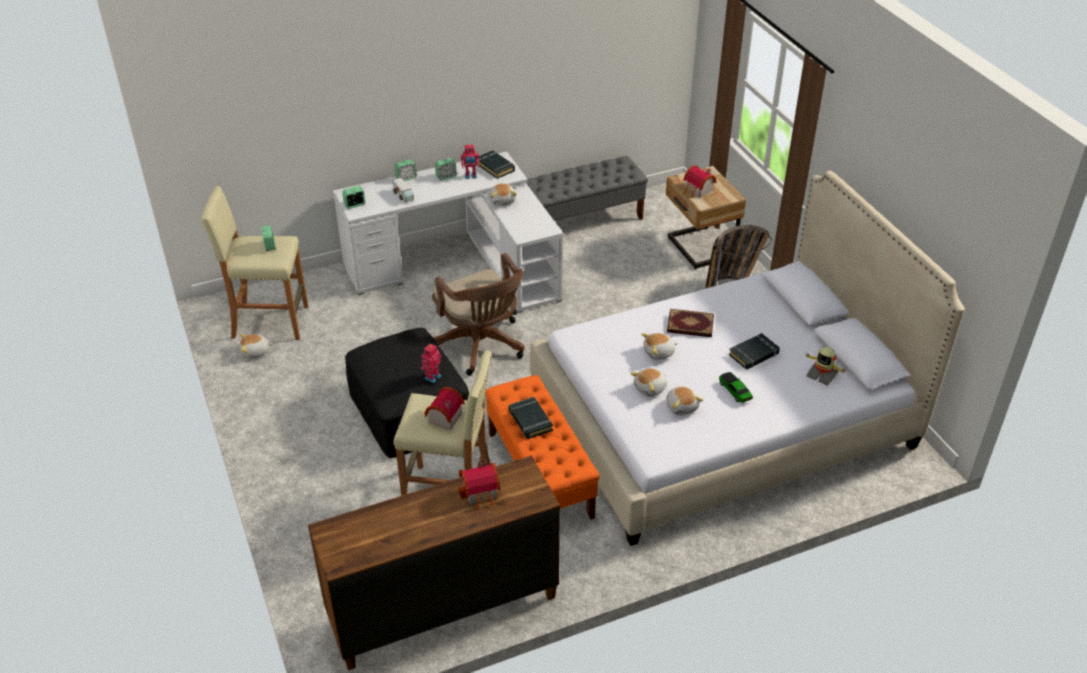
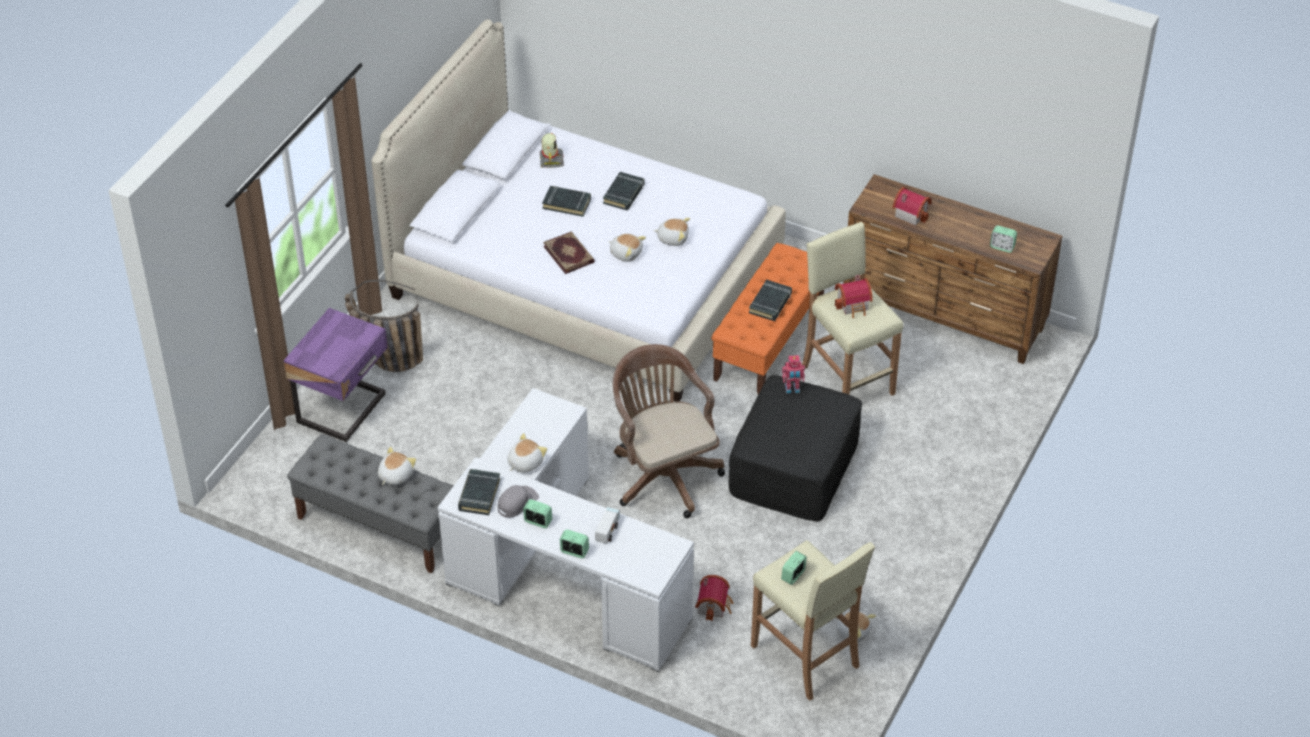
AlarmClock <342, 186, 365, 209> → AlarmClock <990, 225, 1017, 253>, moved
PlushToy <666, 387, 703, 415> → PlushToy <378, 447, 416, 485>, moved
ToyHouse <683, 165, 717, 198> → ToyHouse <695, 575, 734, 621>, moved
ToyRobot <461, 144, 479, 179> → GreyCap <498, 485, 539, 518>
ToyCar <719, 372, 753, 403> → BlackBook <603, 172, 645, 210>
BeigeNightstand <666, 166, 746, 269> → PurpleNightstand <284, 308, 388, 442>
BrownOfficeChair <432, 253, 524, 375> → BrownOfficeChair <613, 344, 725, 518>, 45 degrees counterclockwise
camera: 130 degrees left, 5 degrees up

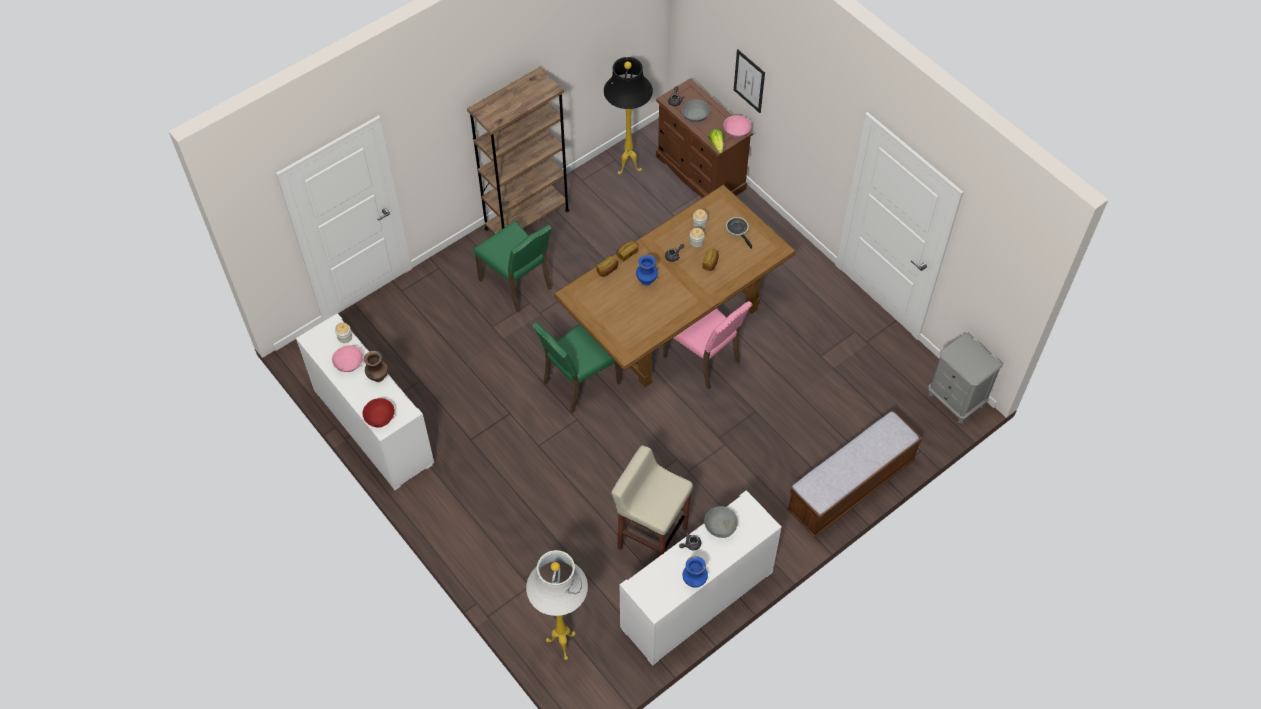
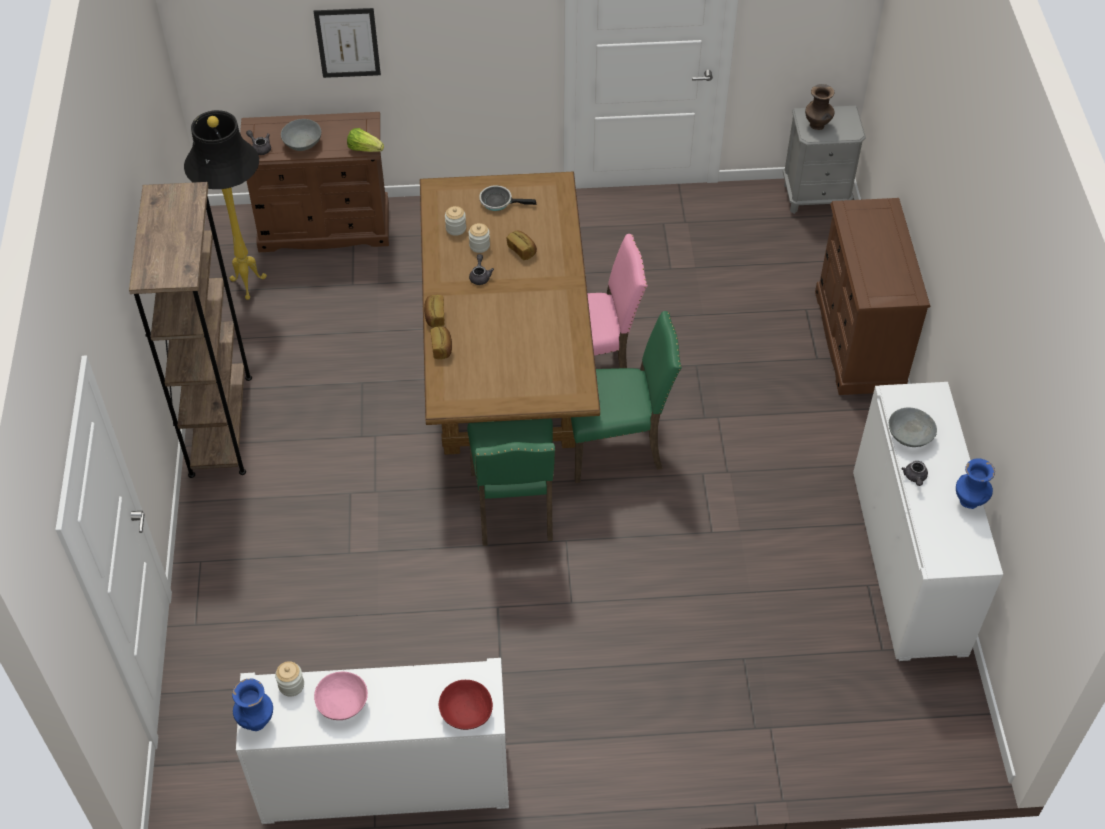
WhiteFloorLamp <526, 550, 588, 660> → -
BeigeStool <611, 445, 693, 556> → -
PinkBowl <723, 115, 751, 137> → -
BrownVase <364, 351, 388, 382> → BrownVase <805, 84, 835, 130>, moved
GreenChair <474, 221, 552, 312> → GreenChair <571, 311, 682, 483>, moved
BlueVase <636, 254, 658, 286> → BlueVase <232, 679, 273, 731>, moved
Bench <787, 411, 922, 537> → BrownDresser <815, 198, 930, 395>
camera: 55 degrees left, 5 degrees down

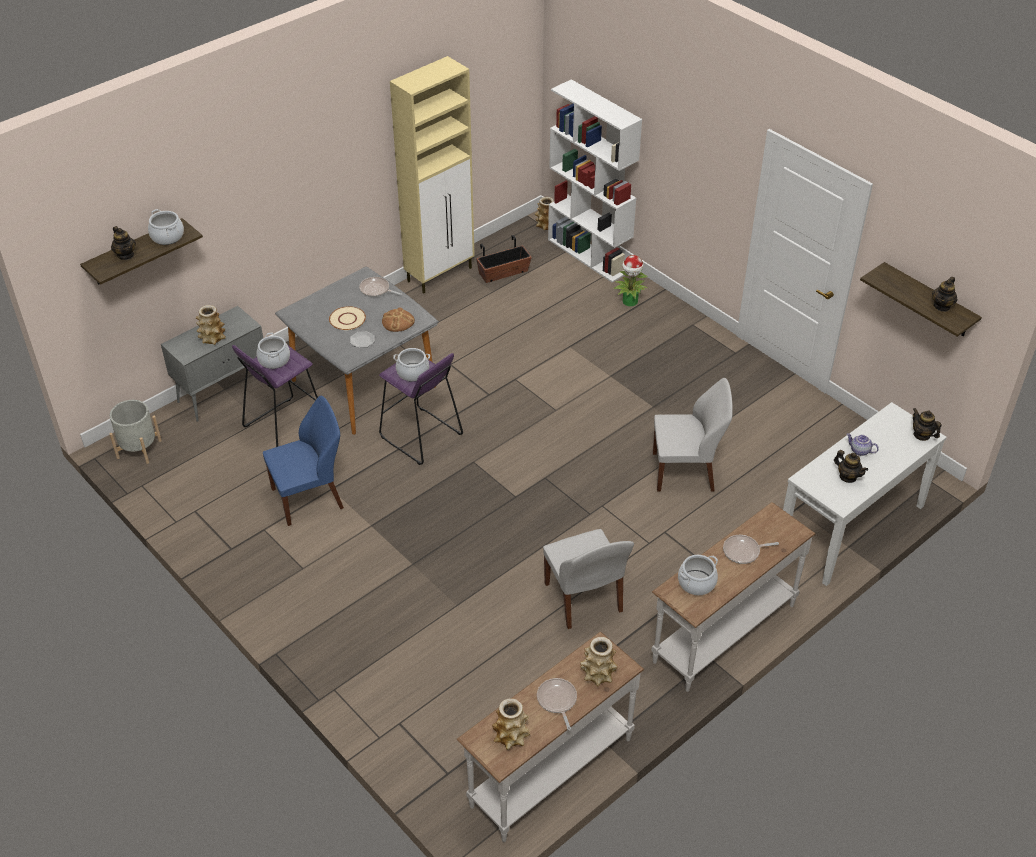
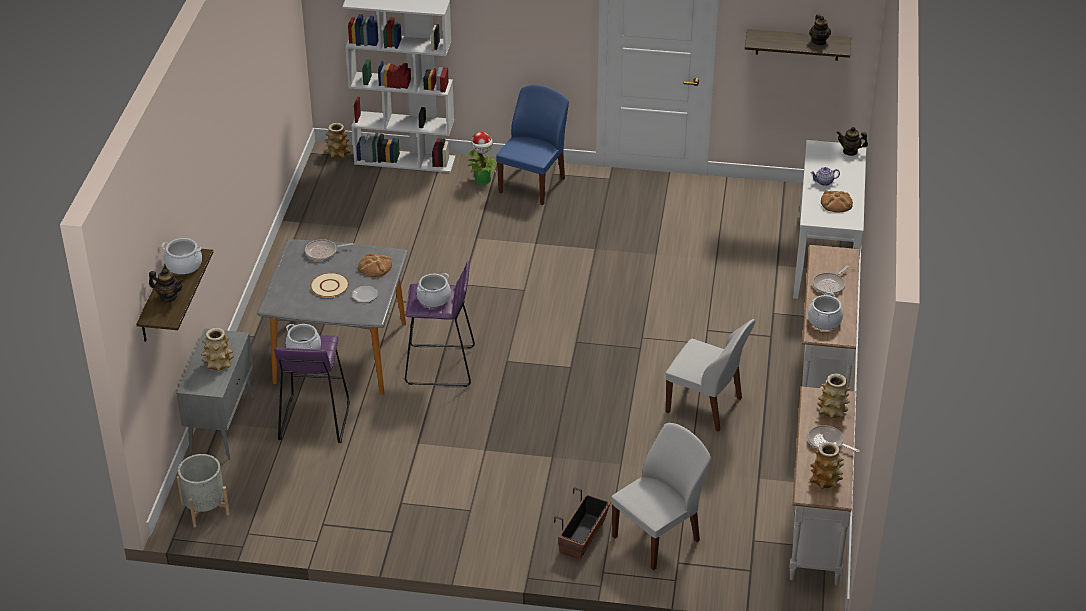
BeigeCabinet <390, 56, 475, 294> → -
BlueChair <263, 396, 344, 526> → BlueChair <497, 85, 569, 205>, moved
Planter <476, 235, 532, 283> → Planter <554, 487, 611, 559>, moved
WhiteChair <653, 378, 733, 491> → WhiteChair <611, 423, 711, 571>, moved
Teapot <834, 450, 868, 483> → Bread <821, 191, 853, 212>
camera: 40 degrees left, 5 degrees down

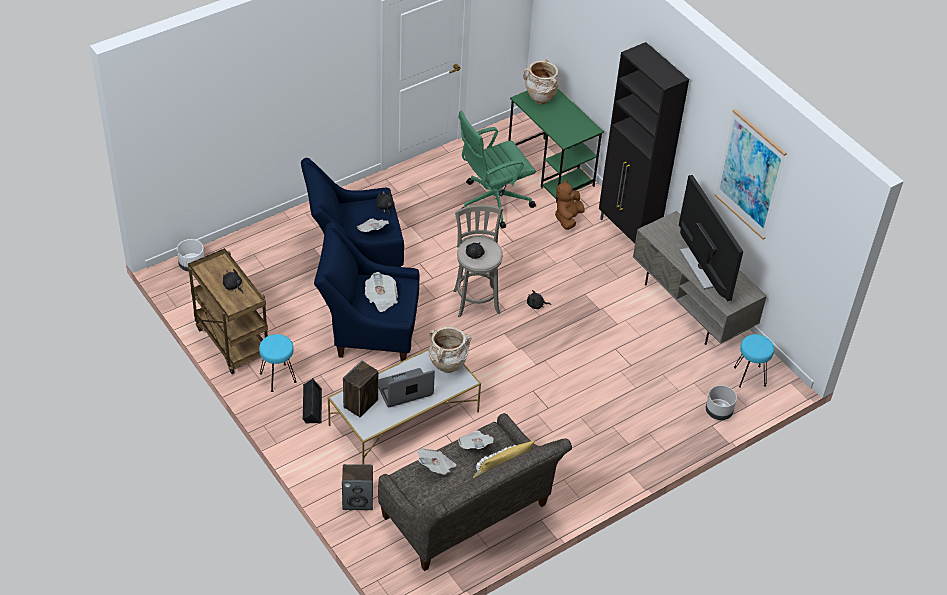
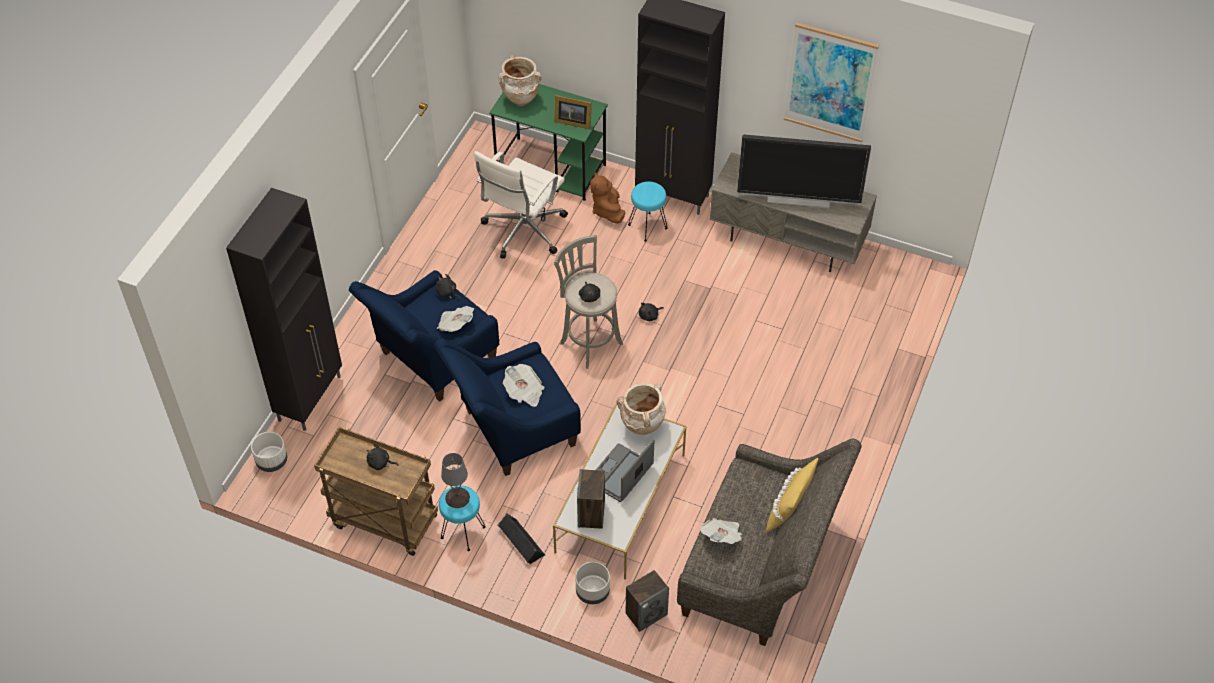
Newspaper <458, 430, 494, 449> → -
- → BlackCabinet <226, 188, 342, 431>
- → GreyTableLamp <441, 453, 470, 508>
- → PictureFrame <554, 95, 592, 129>
GreyPlanter <706, 385, 737, 420> → GreyPlanter <575, 562, 610, 604>, moved
TurquoiseStool <734, 334, 774, 388> → TurquoiseStool <628, 181, 668, 242>, moved
GreenOfficeChair <458, 110, 536, 229> → WhiteOfficeChair <474, 151, 568, 259>
Television <679, 175, 743, 302> → Television <737, 135, 871, 209>, 150 degrees clockwise
camera: 30 degrees left, 5 degrees up

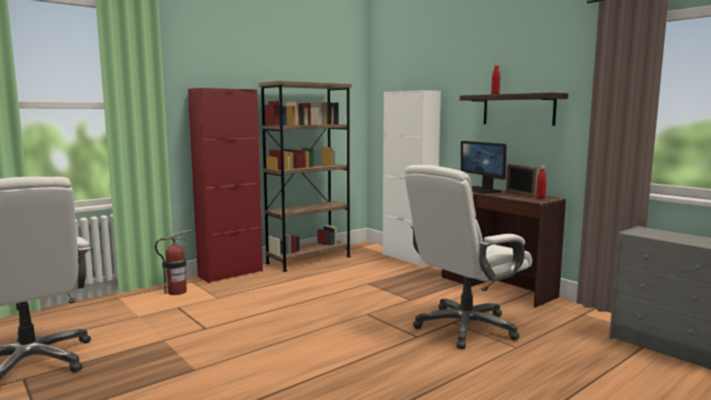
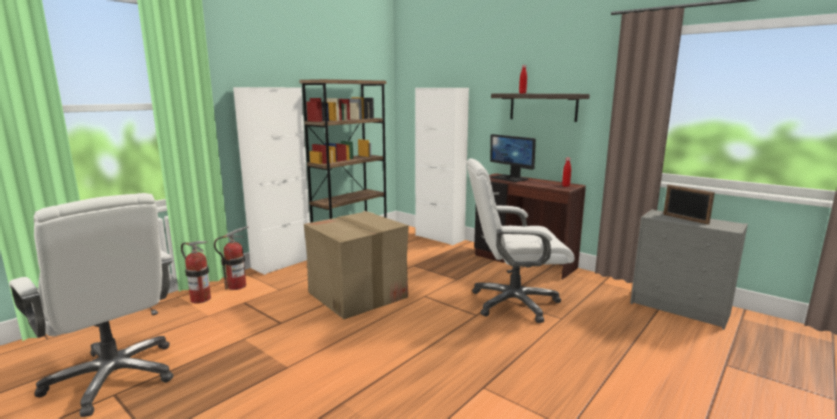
- → FireExtinguisher <181, 241, 211, 304>
- → CardboardBox <304, 212, 409, 319>
PictureFrame <506, 164, 537, 197> → PictureFrame <663, 185, 715, 225>, moved
RedCabinet <188, 88, 263, 283> → WhiteCabinet <233, 87, 310, 275>
WhiteOfficeChair <405, 165, 532, 349> → WhiteOfficeChair <467, 158, 574, 323>, 45 degrees clockwise
camera: 10 degrees left, 5 degrees up

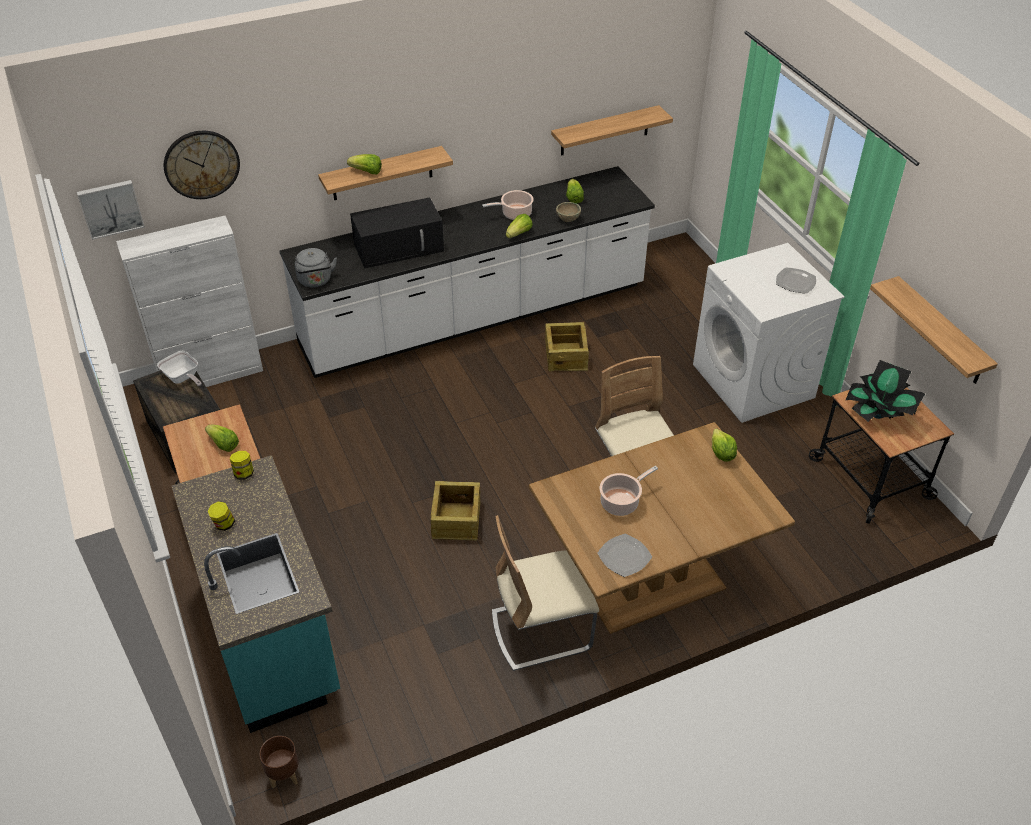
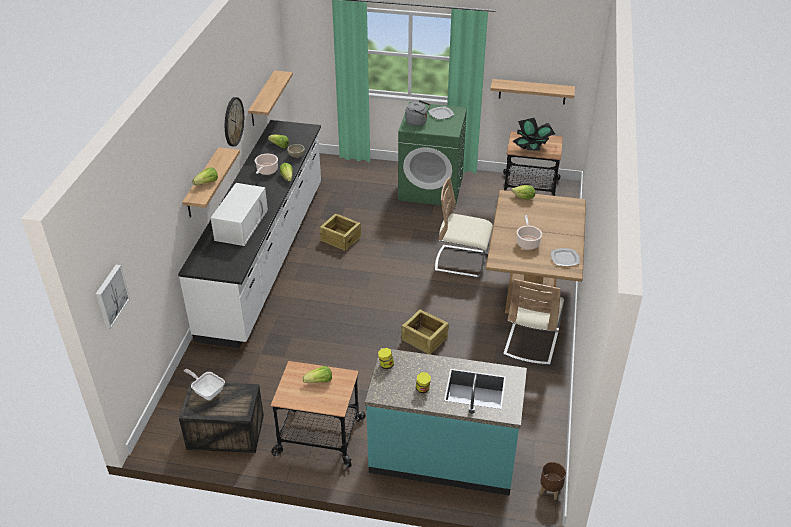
WhiteCabinet <116, 216, 263, 387> → -
WallClock <164, 131, 240, 199> → WallClock <225, 97, 244, 147>, moved
GreyKettle <295, 248, 337, 287> → GreyKettle <405, 100, 431, 126>, moved
BlackMicrowave <350, 197, 444, 268> → WhiteMicrowave <211, 183, 268, 246>
WhiteWashingMachine <693, 243, 845, 423> → GreenWashingMachine <398, 102, 467, 207>
FryingPan <157, 351, 201, 386> → FryingPan <184, 369, 225, 400>, 135 degrees counterclockwise
camera: 55 degrees left, 5 degrees down

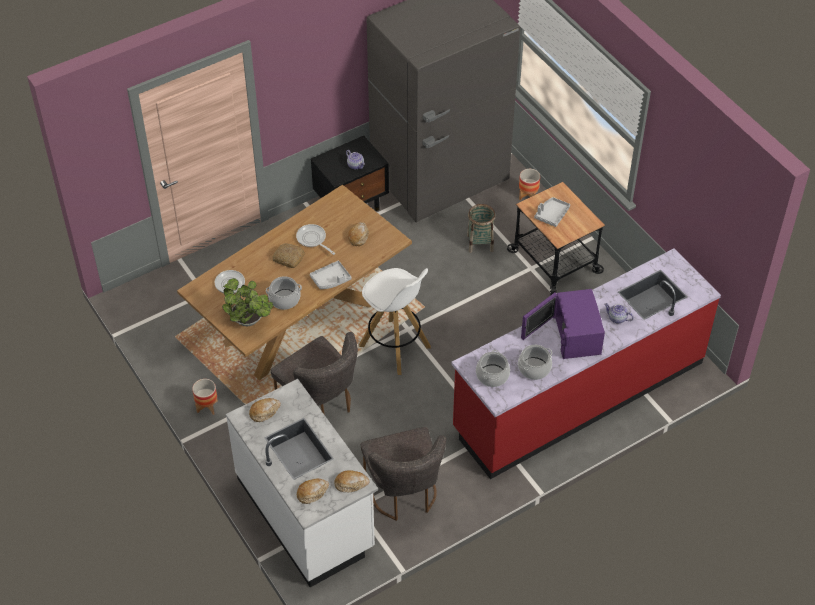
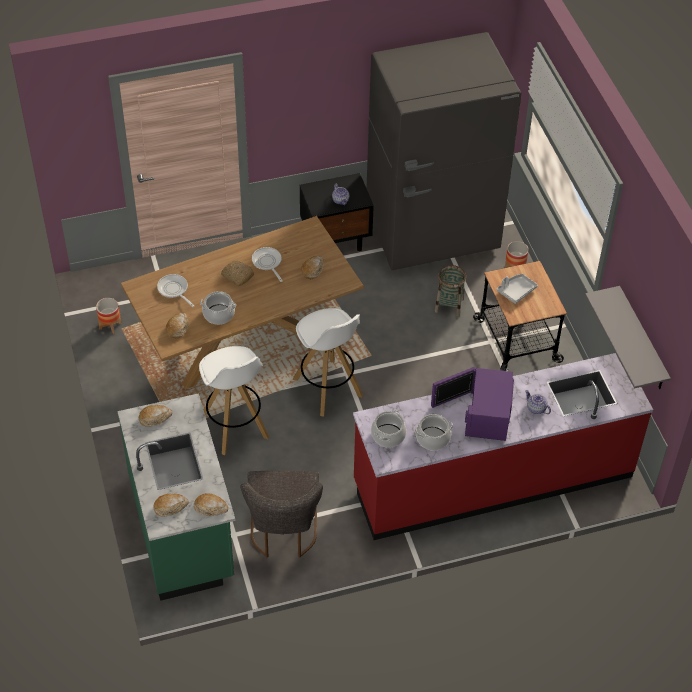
GreyTray <310, 260, 351, 289> → -
- → GreyShelf <585, 286, 671, 389>
Planter <192, 379, 218, 415> → Planter <96, 298, 122, 334>, moved
PottedPlant <222, 278, 273, 326> → Bread <166, 313, 189, 339>
GreyChair <270, 332, 358, 415> → WhiteStool <199, 346, 269, 455>
WhiteCounter <226, 379, 378, 587> → GreenCounter <118, 393, 235, 601>
camera: 15 degrees right, 0 degrees up

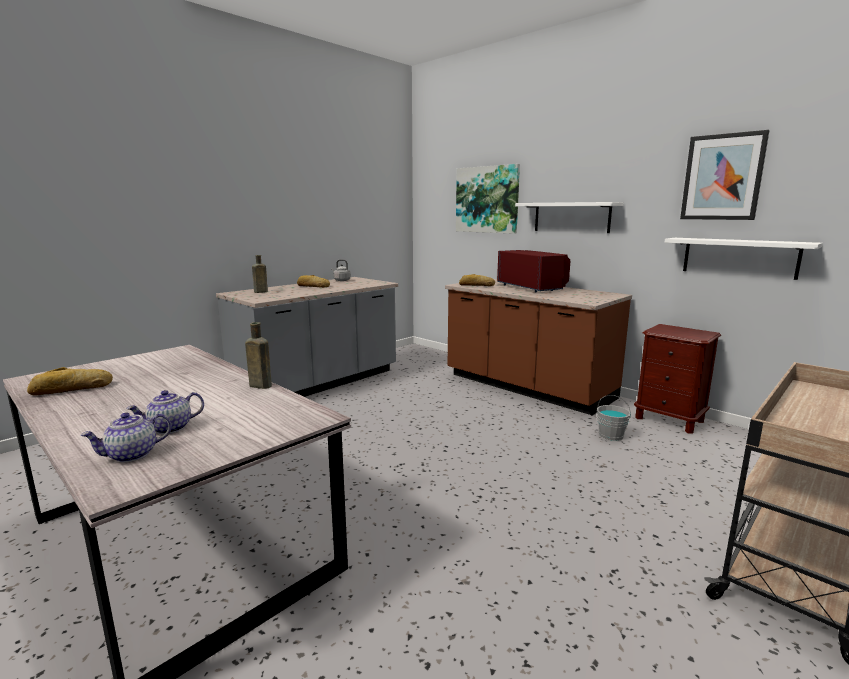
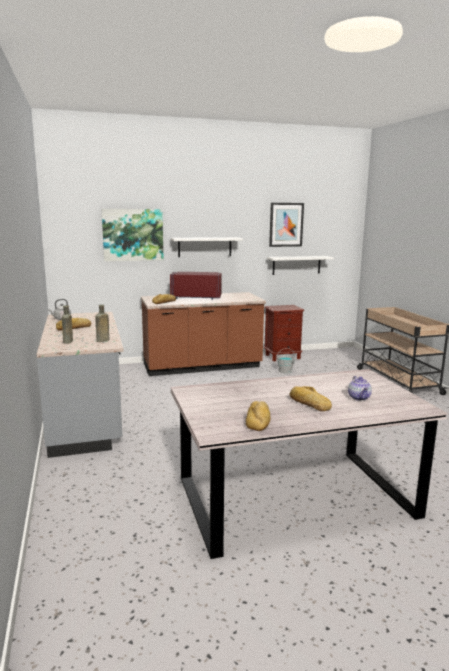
Teapot <80, 413, 172, 462> → -
- → Bread <290, 386, 332, 411>
BrownBottle <245, 322, 272, 389> → BrownBottle <95, 305, 109, 342>, moved
camera: 60 degrees left, 0 degrees up

